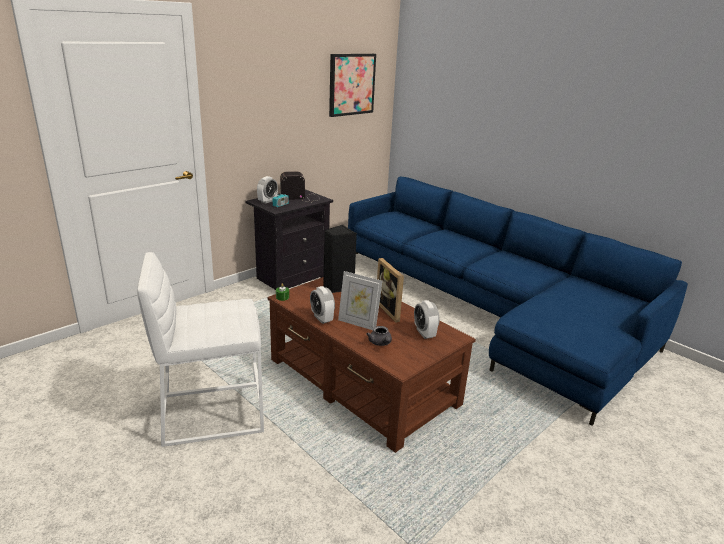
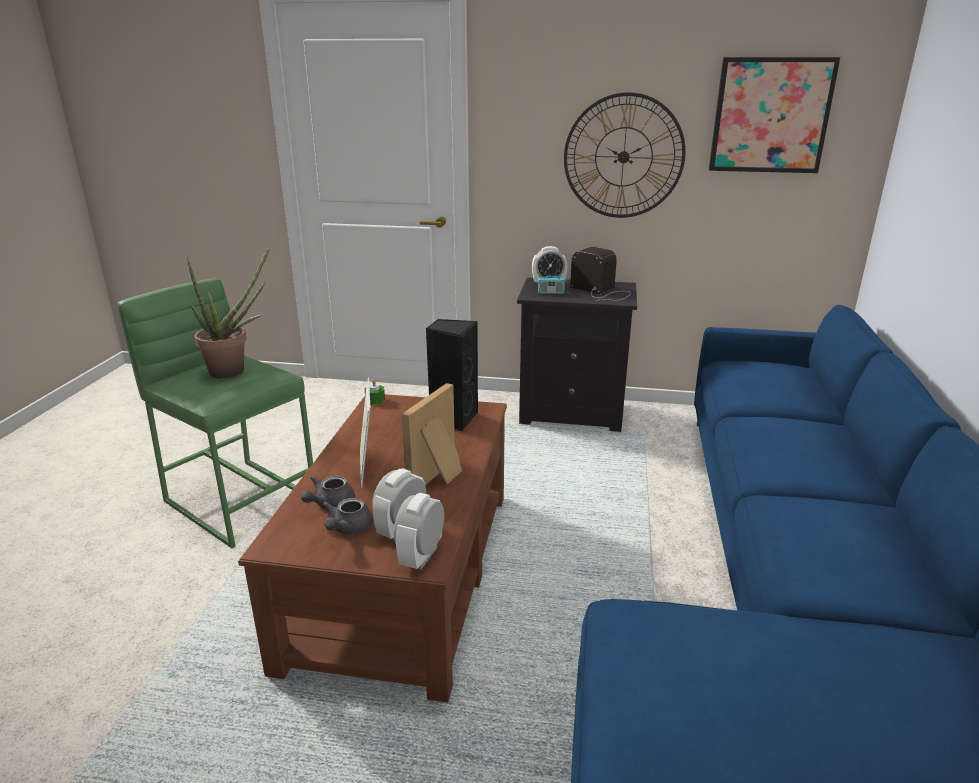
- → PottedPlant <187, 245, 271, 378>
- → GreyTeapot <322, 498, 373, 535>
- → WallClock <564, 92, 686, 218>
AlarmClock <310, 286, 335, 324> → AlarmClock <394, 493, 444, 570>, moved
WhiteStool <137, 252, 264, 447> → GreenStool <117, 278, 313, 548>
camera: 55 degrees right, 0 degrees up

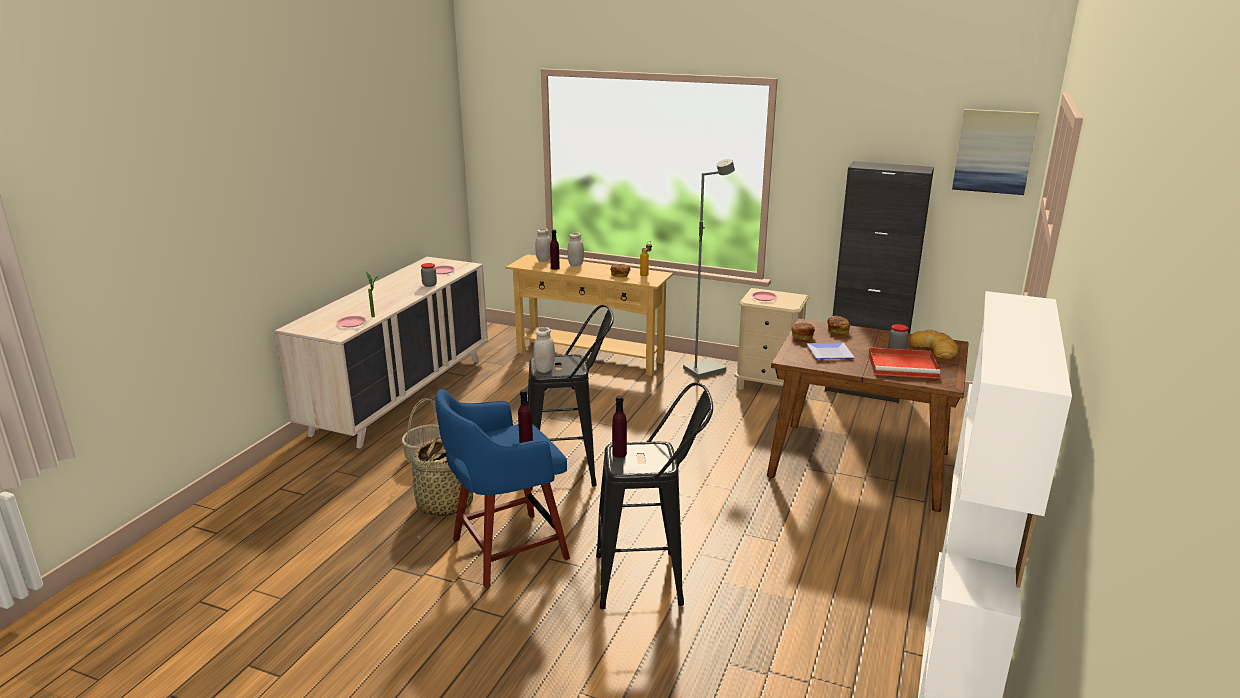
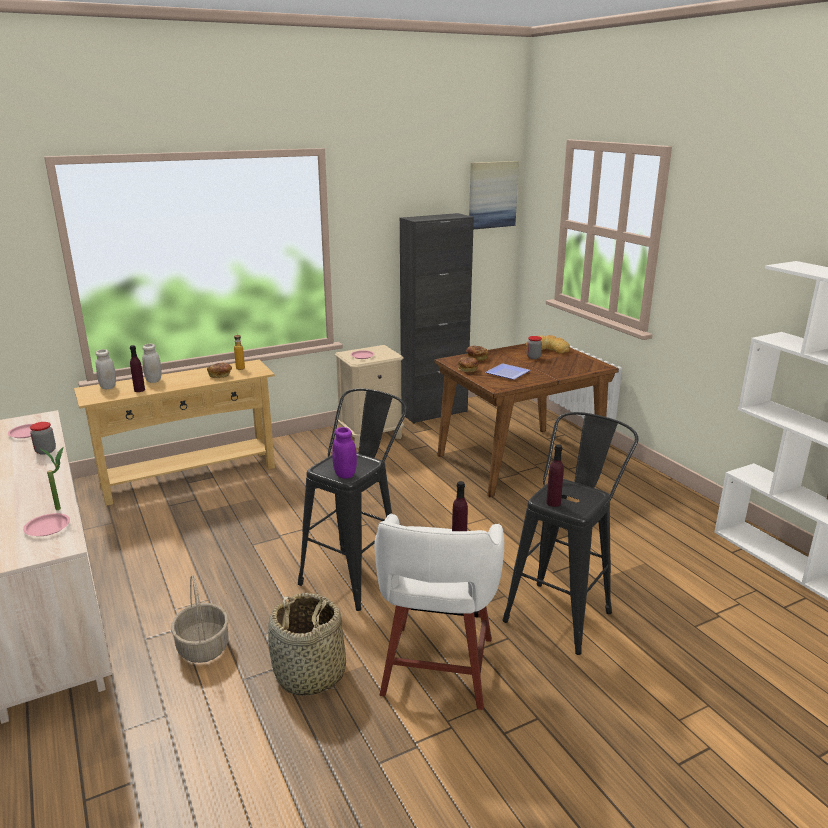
GreyFloorLamp <683, 159, 735, 379> → -
RedTray <868, 347, 940, 379> → -
BlueStool <435, 389, 570, 588> → WhiteStool <374, 513, 504, 710>
WhiteJar <533, 327, 555, 373> → PurpleJar <332, 427, 357, 479>
camera: 50 degrees left, 0 degrees up

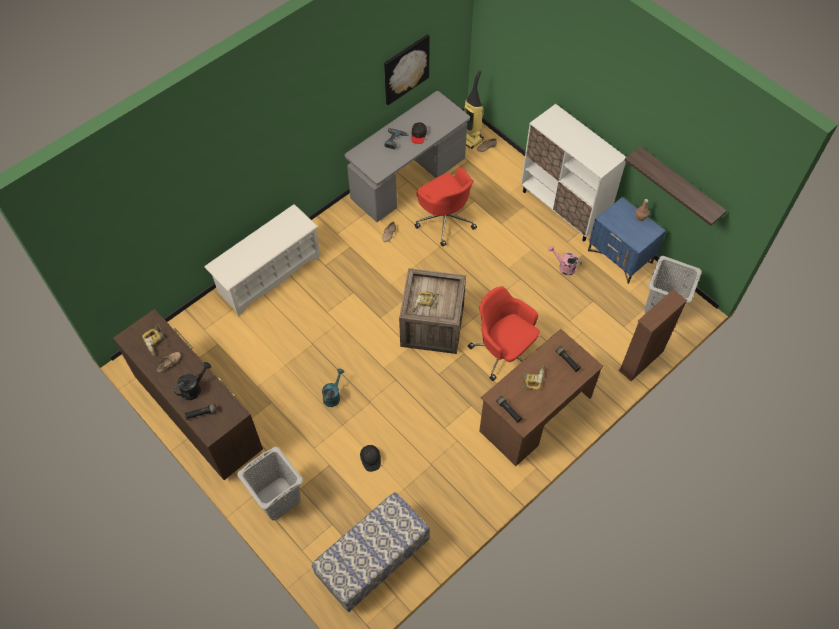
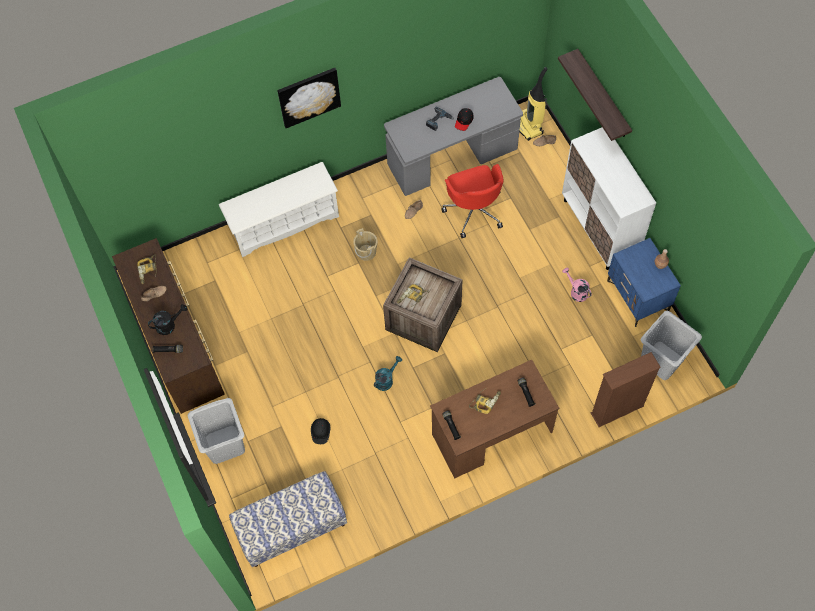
RedOfficeChair <468, 286, 540, 381> → -
- → BeigeBucket <353, 228, 378, 261>
TurquoiseWateringCan <322, 369, 344, 407> → TurquoiseWateringCan <374, 356, 402, 391>, moved
Picture <384, 34, 430, 105> → Picture <277, 68, 341, 128>, moved
Shelf <624, 147, 727, 226> → Shelf <558, 49, 632, 141>, moved
camera: 20 degrees right, 5 degrees up

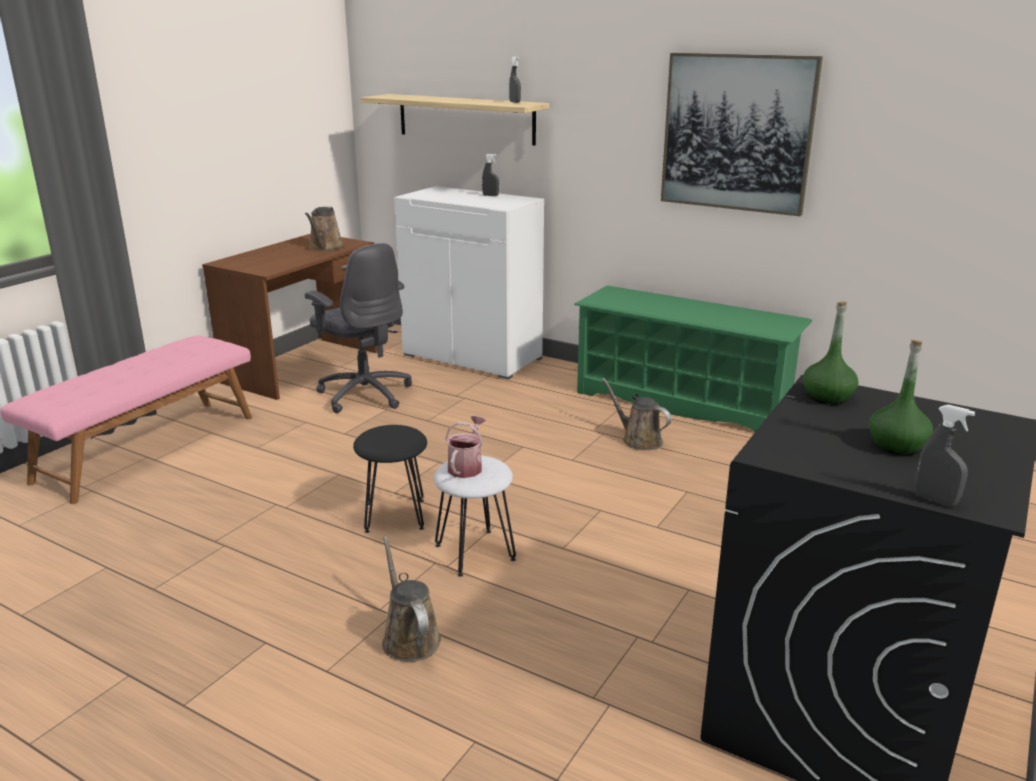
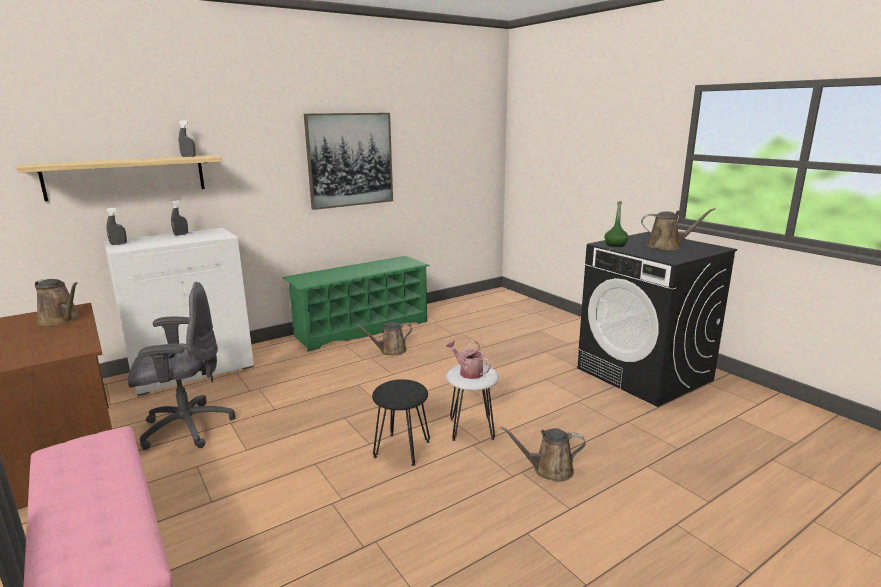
GreySprayBottle <915, 405, 975, 506> → GreySprayBottle <106, 207, 127, 245>, moved
GreenBottle <869, 340, 933, 455> → BrownWateringCan <641, 208, 715, 250>
camera: 65 degrees left, 5 degrees down

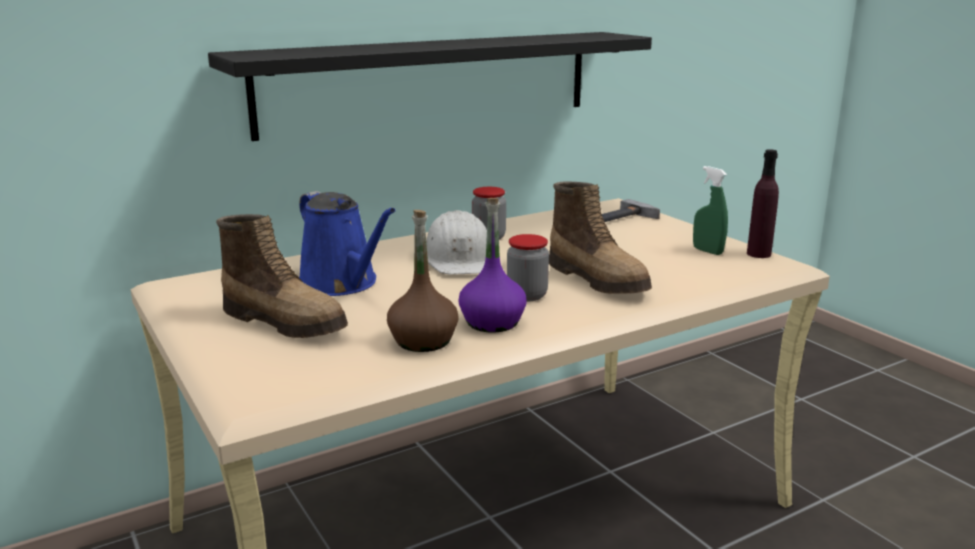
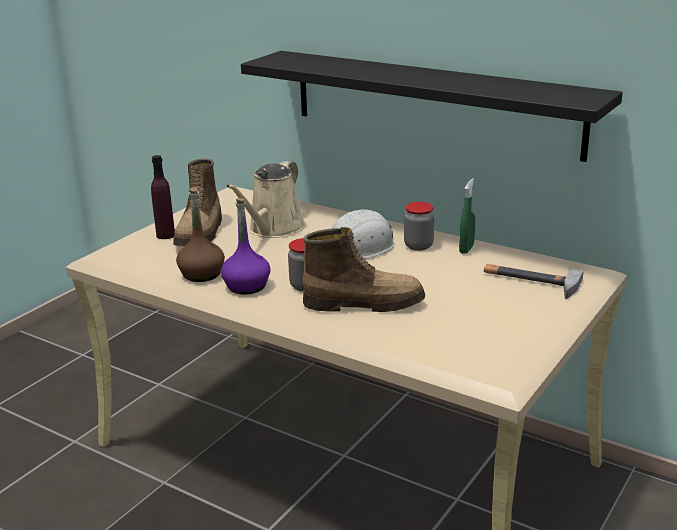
GreenSprayBottle <693, 166, 728, 255> → GreenSprayBottle <459, 178, 475, 254>, moved
PurpleBottle <747, 149, 779, 258> → PurpleBottle <151, 155, 175, 239>, moved
BlueWateringCan <299, 191, 396, 296> → BeigeWateringCan <226, 161, 305, 238>
Boot <549, 182, 652, 294> → Boot <303, 227, 425, 312>, 120 degrees counterclockwise
camera: 65 degrees right, 5 degrees up

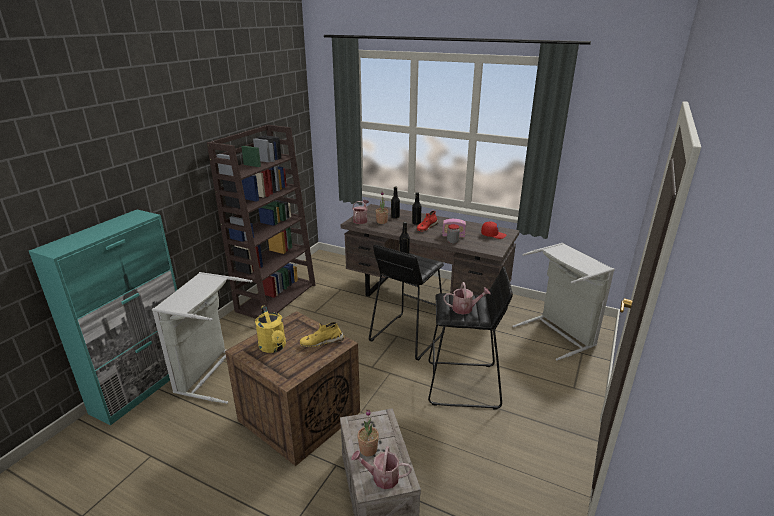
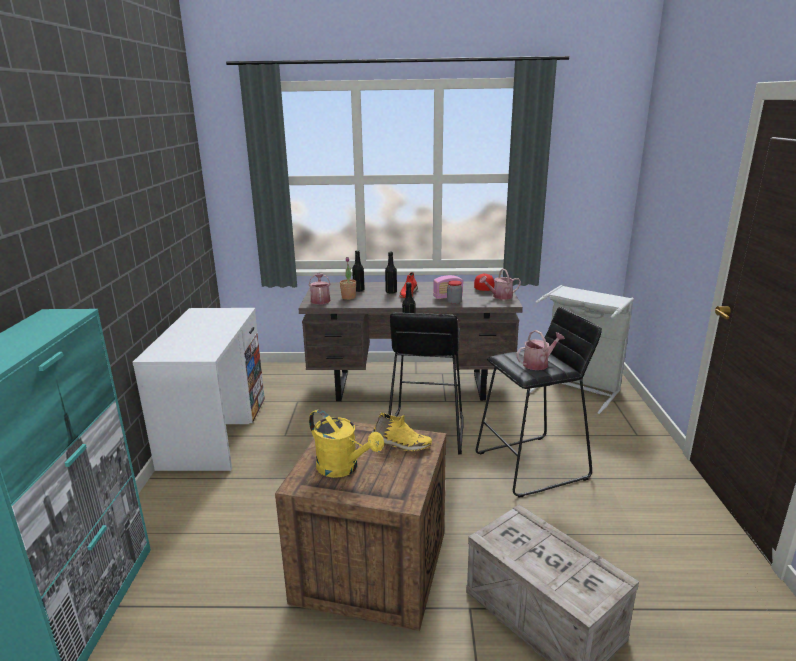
GreyLaundryBasket <152, 272, 252, 404> → -
PottedPlant <357, 410, 379, 456> → -
WateringCan <351, 446, 412, 489> → WateringCan <479, 269, 521, 300>, moved
BrownBookcase <207, 125, 316, 319> → WhiteDesk <132, 308, 265, 471>
YellowShoe <300, 322, 344, 347> → YellowShoe <372, 412, 432, 451>, 120 degrees counterclockwise
camera: 25 degrees left, 5 degrees down

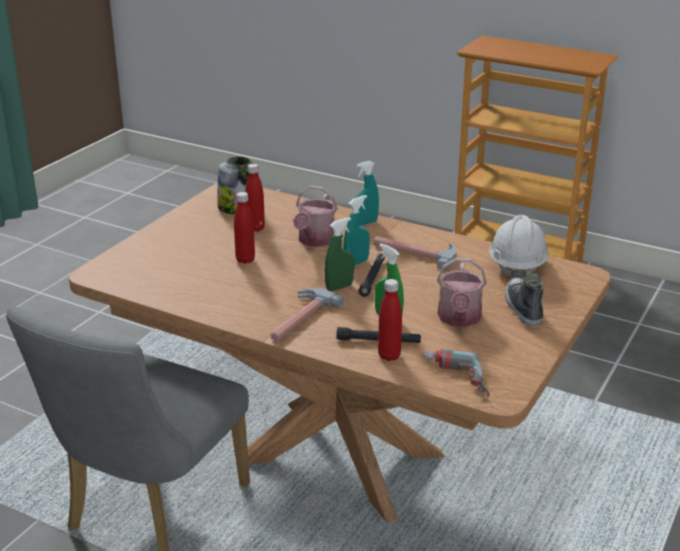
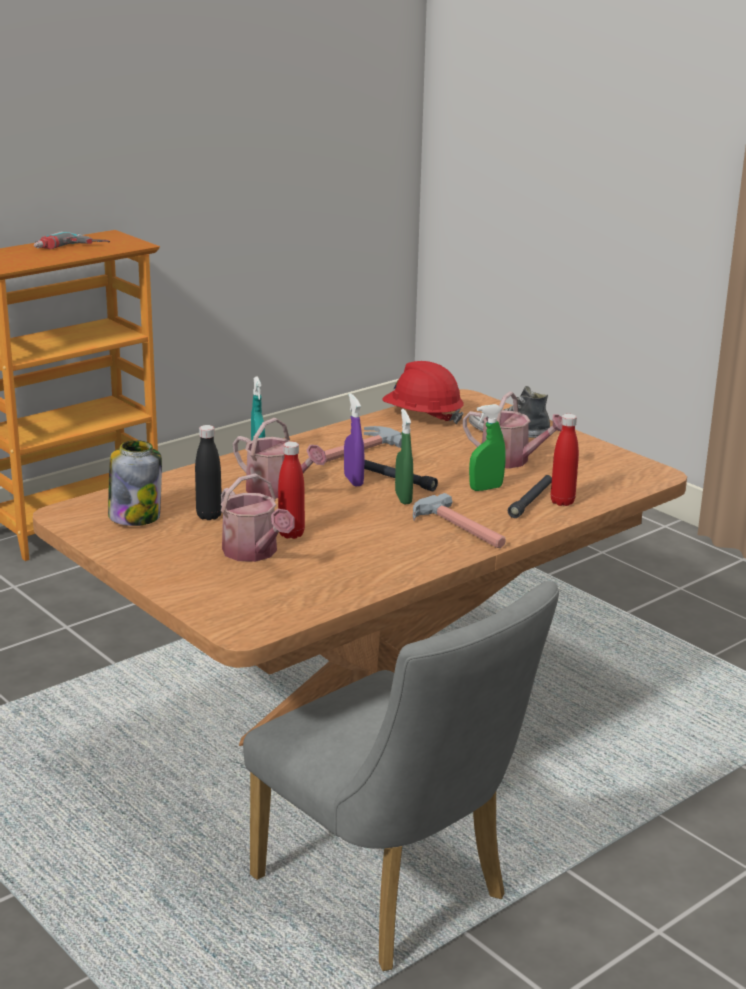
- → WateringCan <221, 473, 295, 562>
PowerDrill <423, 349, 489, 397> → PowerDrill <34, 231, 110, 249>, moved
RedBottle <245, 164, 265, 232> → BlackBottle <195, 425, 222, 520>
TurquoiseSprayBottle <343, 195, 370, 266> → PurpleSprayBottle <344, 393, 364, 487>
WhiteHardHat <489, 215, 549, 279> → RedHardHat <382, 361, 464, 424>
camera: 70 degrees left, 5 degrees down

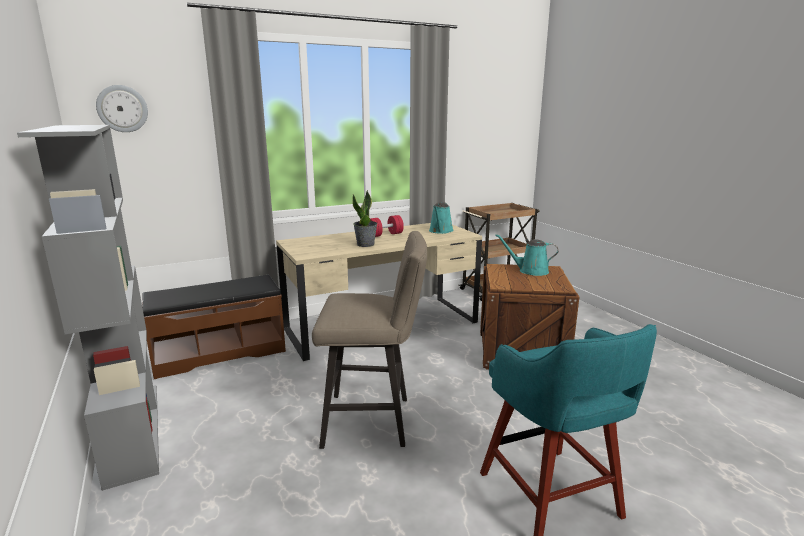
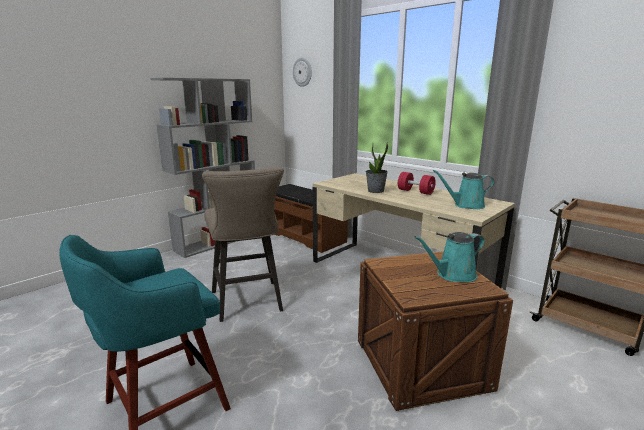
TurquoiseWateringCan <495, 234, 559, 276> → TurquoiseWateringCan <414, 232, 485, 282>, 105 degrees counterclockwise
camera: 70 degrees right, 0 degrees up

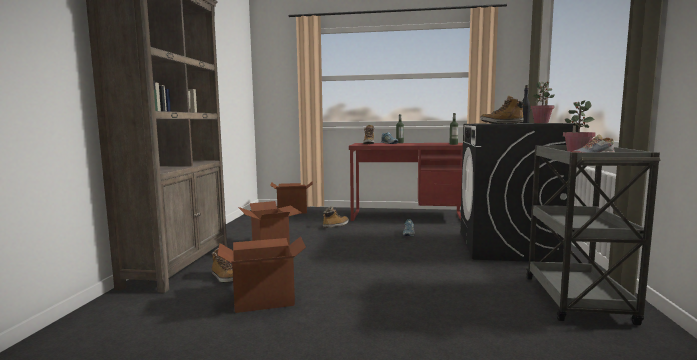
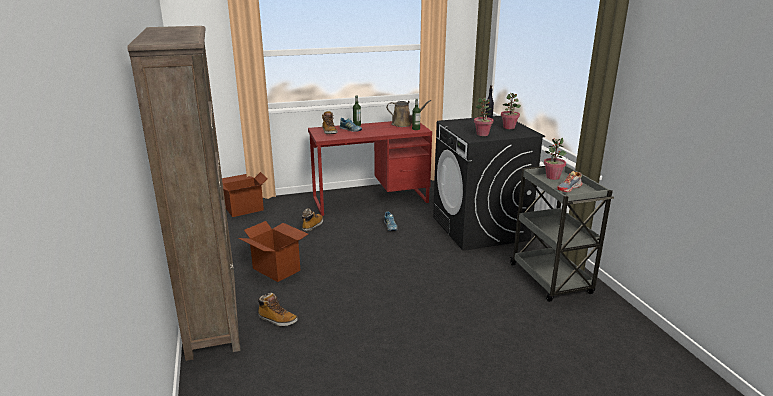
CardboardBox <217, 236, 306, 313> → -
- → BrownWateringCan <386, 100, 431, 127>
Boot <480, 95, 525, 124> → PottedPlant <474, 98, 494, 136>
camera: 25 degrees left, 15 degrees up

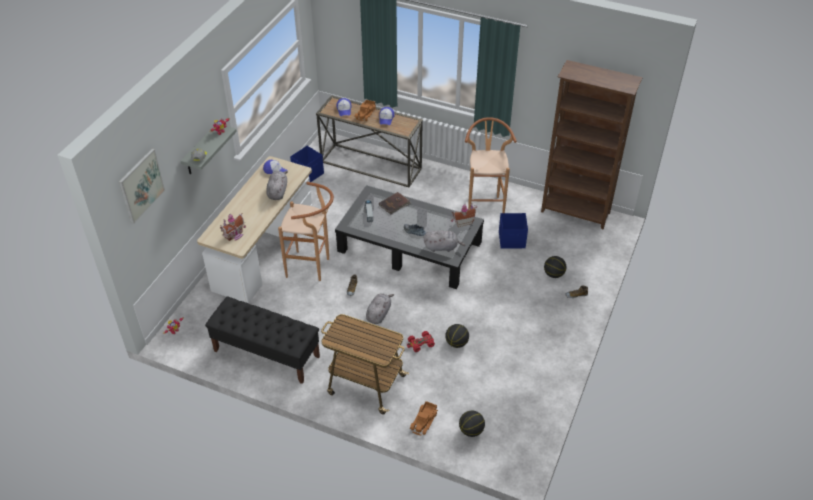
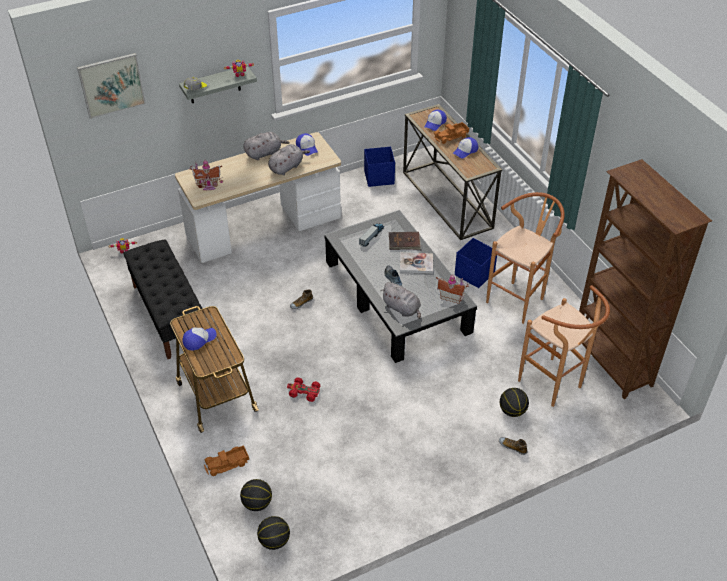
- → Cap <183, 328, 217, 350>
- → Book <400, 253, 433, 274>
BrownStool <278, 182, 334, 281> → BrownStool <518, 285, 610, 407>, moved
GreyPlushToy <366, 293, 394, 324> → GreyPlushToy <243, 132, 290, 160>, moved
Basketball <445, 324, 469, 348> → Basketball <257, 516, 290, 550>, moved
BlueStorageBox <499, 213, 528, 249> → BlueStorageBox <455, 238, 497, 288>, moved
camera: 40 degrees right, 0 degrees up

